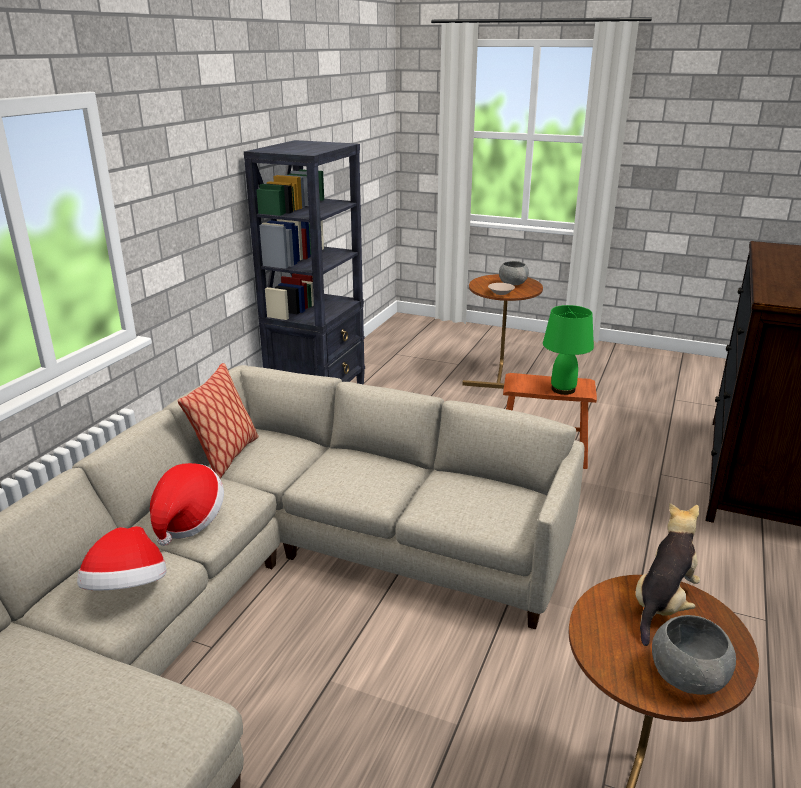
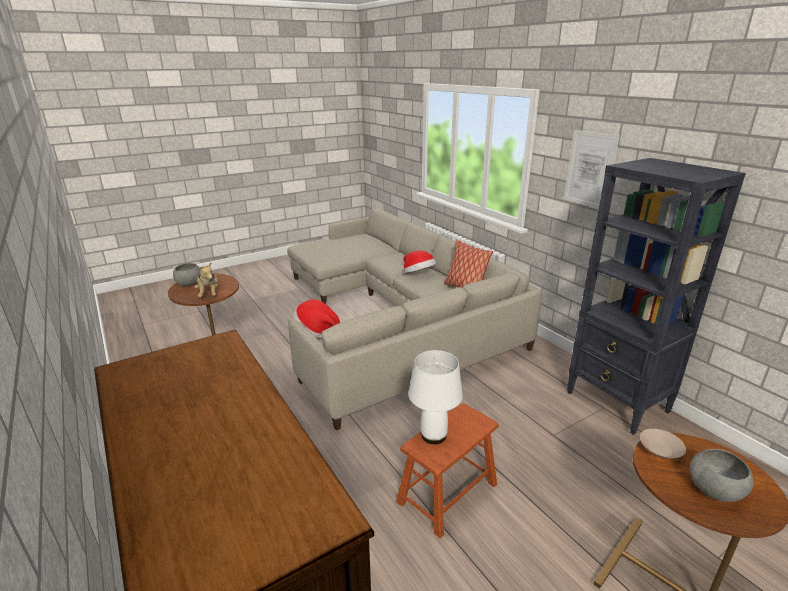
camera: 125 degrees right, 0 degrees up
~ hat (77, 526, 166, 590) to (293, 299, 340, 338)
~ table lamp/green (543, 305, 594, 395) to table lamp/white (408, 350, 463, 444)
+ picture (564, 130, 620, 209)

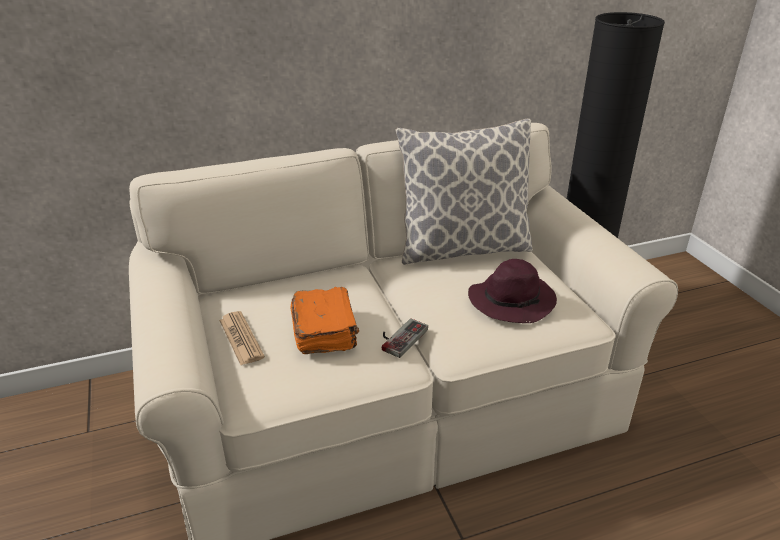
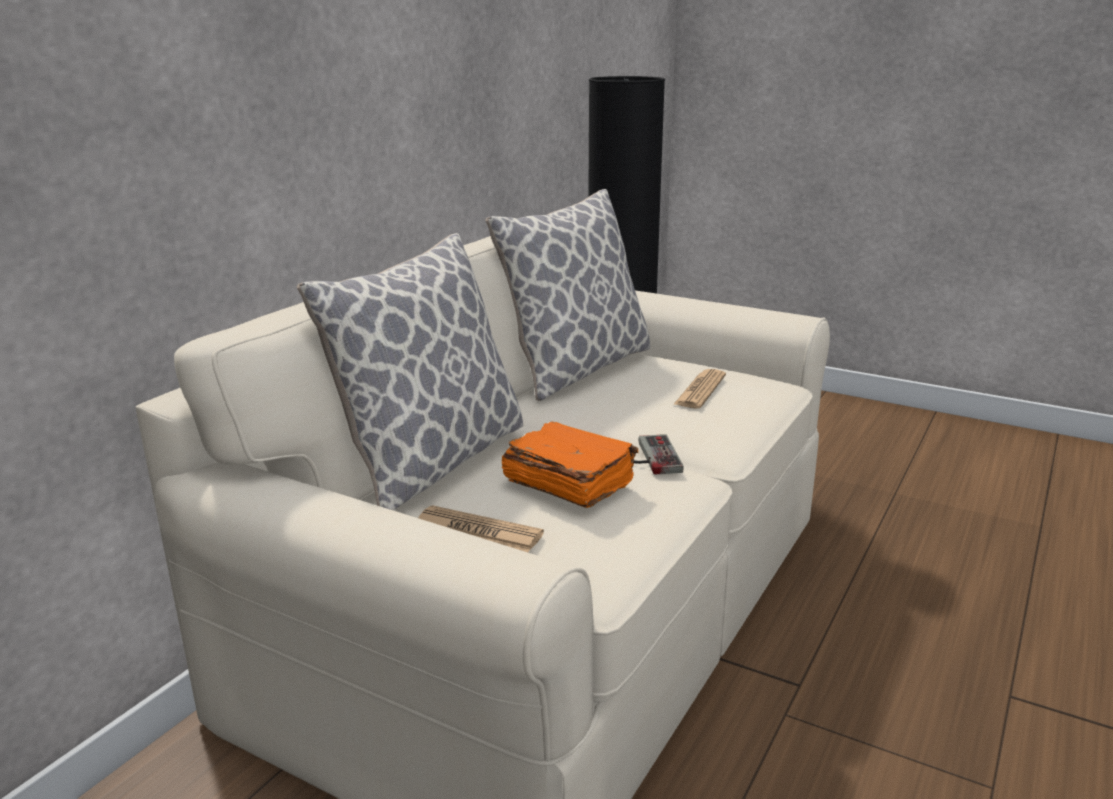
camera: 40 degrees left, 10 degrees down
+ pillow (297, 233, 523, 510)
~ hat/purple (468, 259, 557, 323) to newspaper (673, 369, 726, 408)

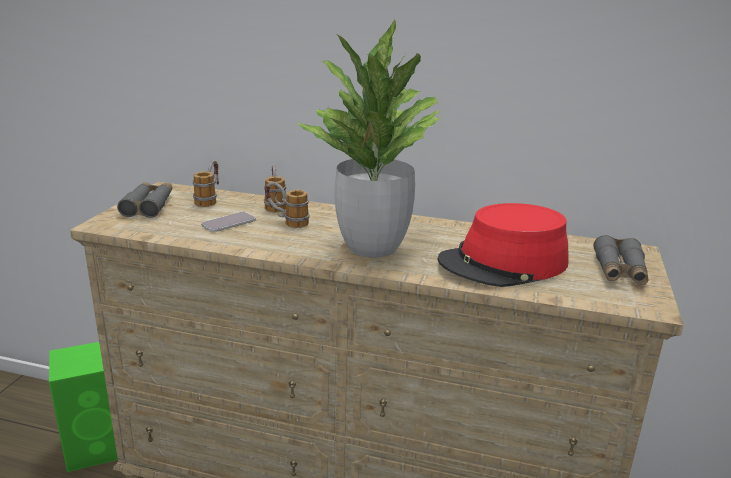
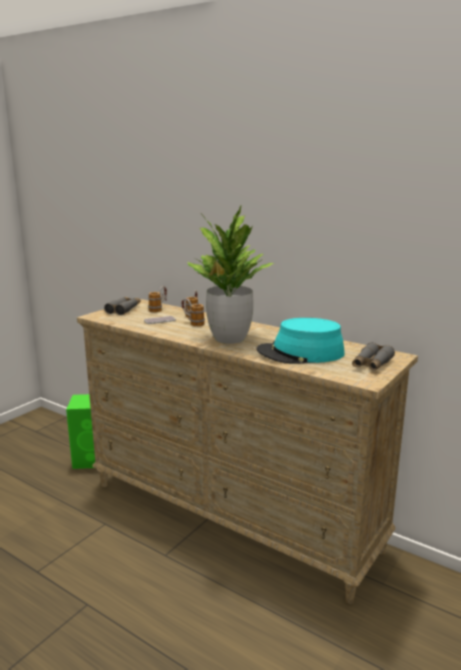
camera: 20 degrees right, 5 degrees down
~ hat/red (438, 203, 568, 287) to hat/turquoise (257, 318, 345, 364)

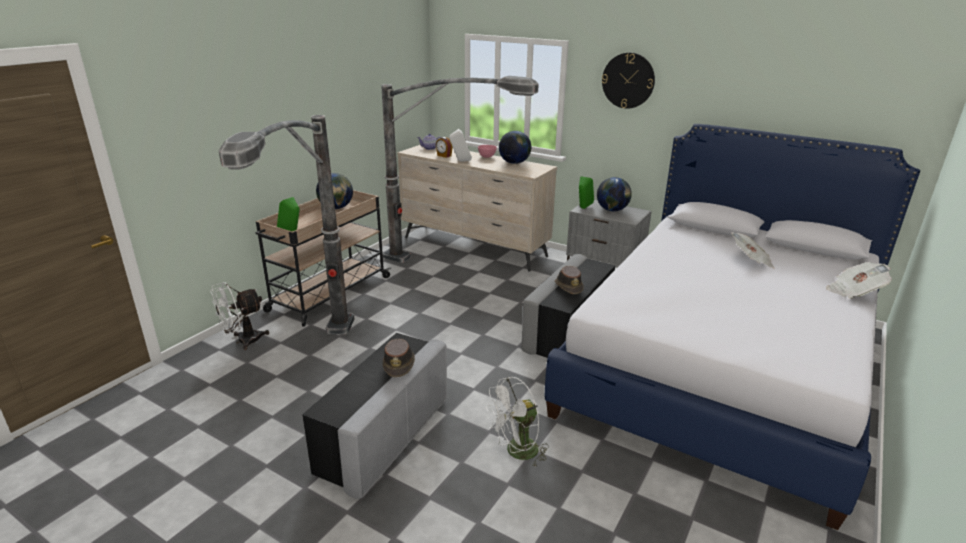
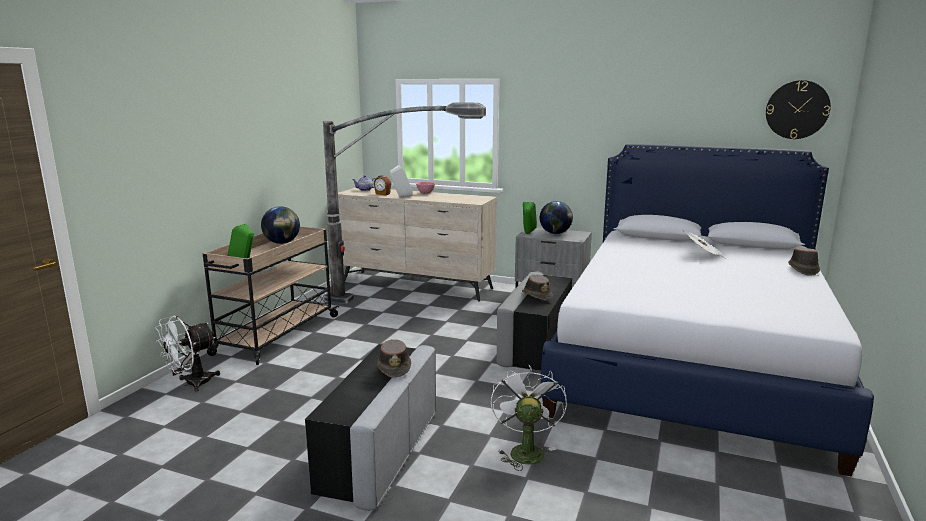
camera: 10 degrees left, 10 degrees down
~ fan/white (486, 377, 549, 468) = (491, 365, 567, 471) 135 degrees clockwise
~ wall clock (602, 52, 655, 109) to (766, 80, 831, 139)
~ newspaper (826, 262, 892, 299) to hat/brown (788, 248, 820, 276)
- floor lamp (219, 115, 354, 335)
- globe (499, 131, 531, 164)

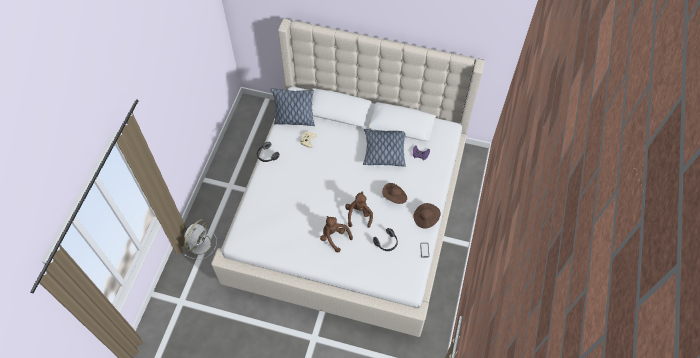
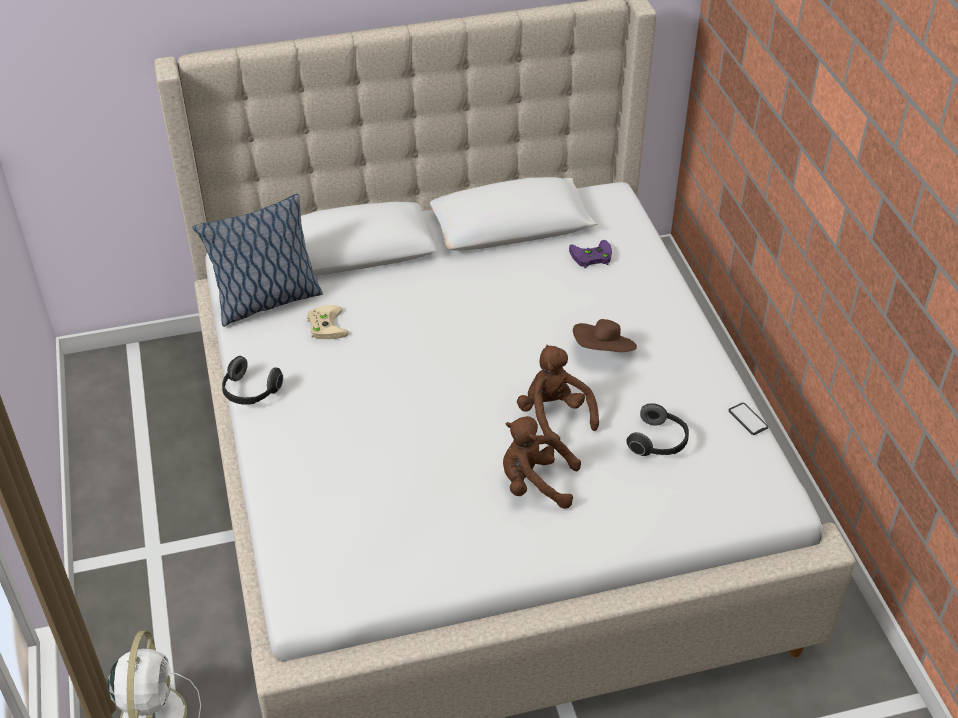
camera: 30 degrees left, 15 degrees down
- pillow (363, 129, 406, 167)
- hat/brown (413, 203, 441, 229)

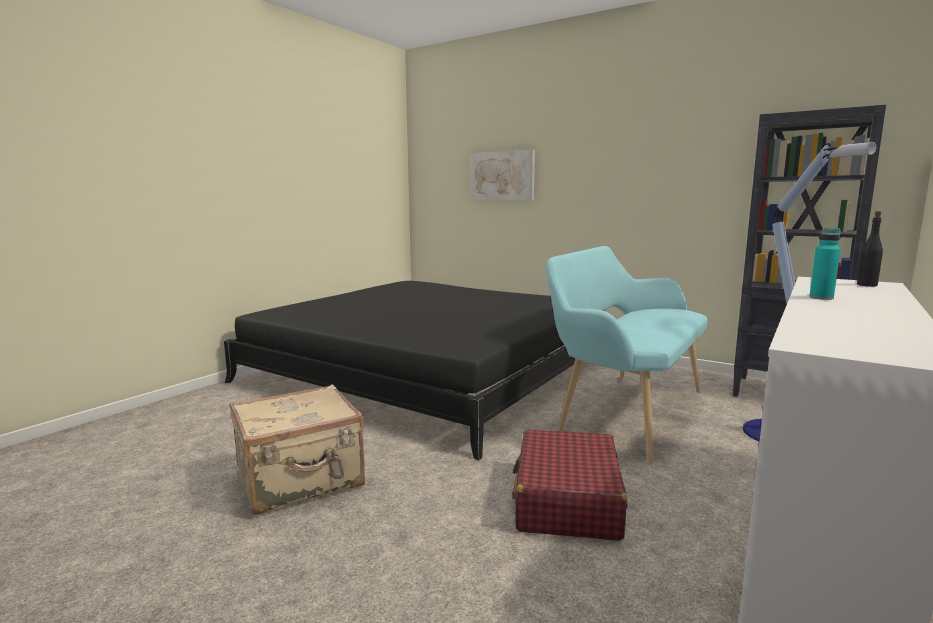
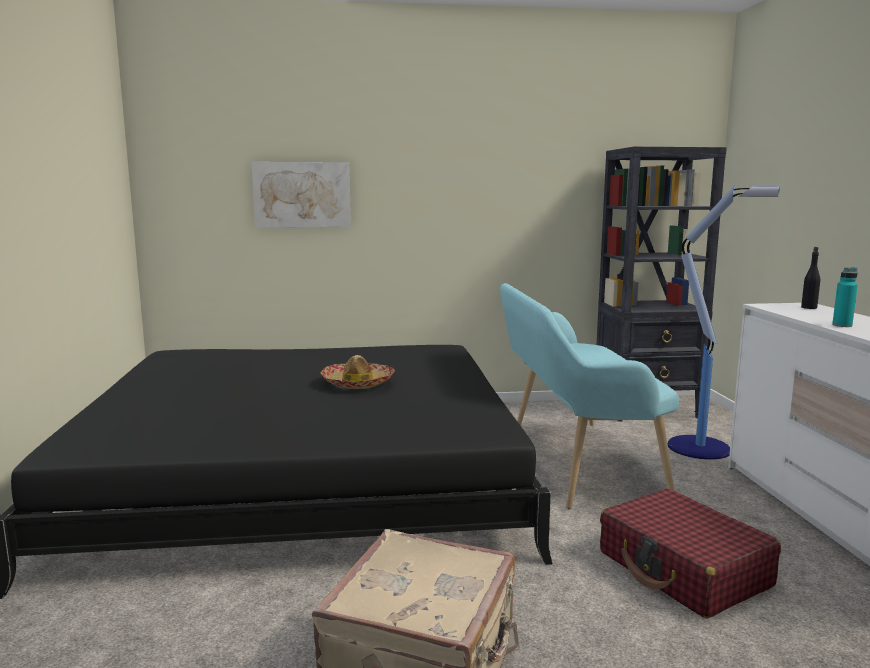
camera: 40 degrees left, 0 degrees up
+ hat (321, 355, 395, 389)

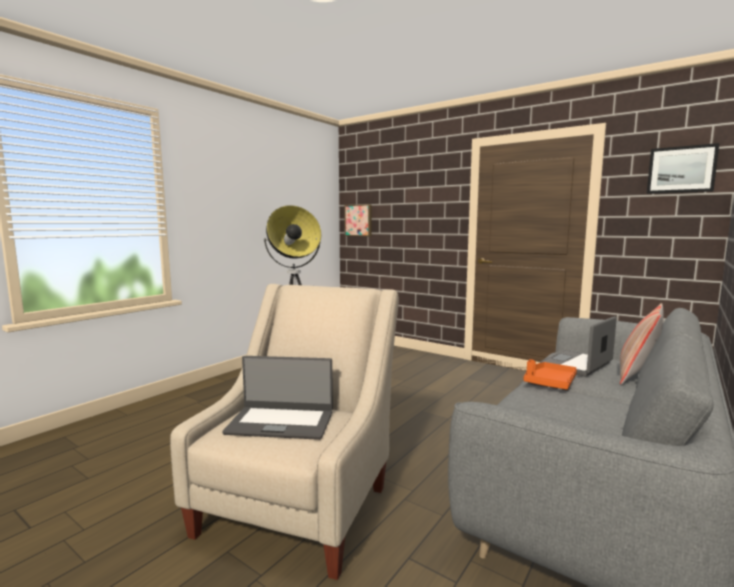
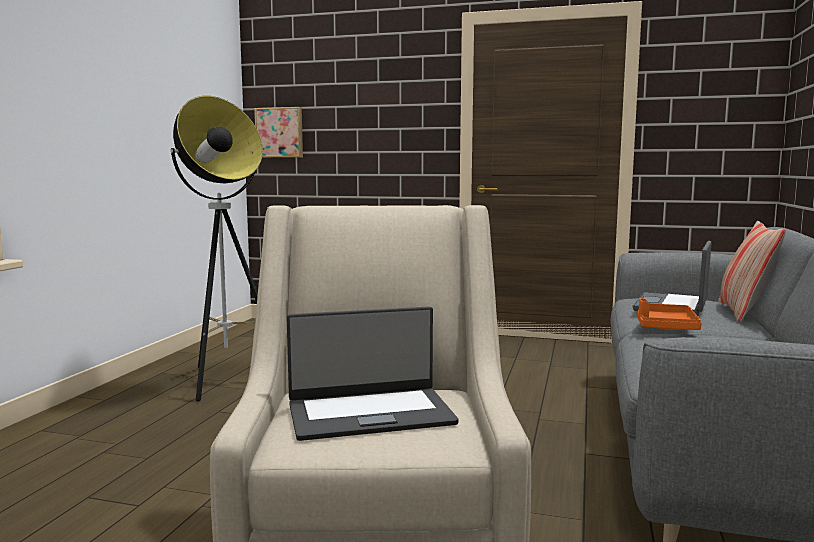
camera: 20 degrees left, 0 degrees up
- picture (647, 143, 719, 194)

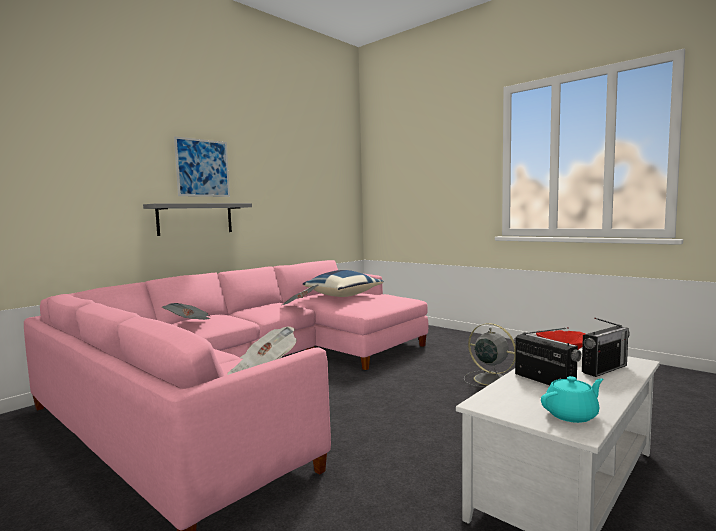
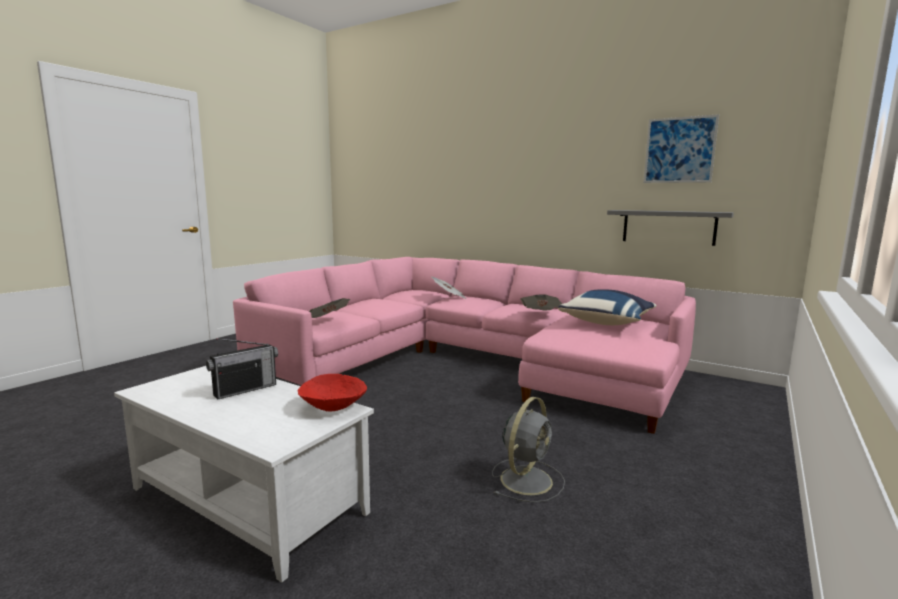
camera: 80 degrees right, 5 degrees up
~ shelf/grey (143, 203, 252, 236) to (607, 210, 734, 246)
~ picture (174, 136, 230, 197) to (643, 114, 719, 183)
- teapot/turquoise (541, 376, 604, 423)
- radio (582, 318, 630, 377)

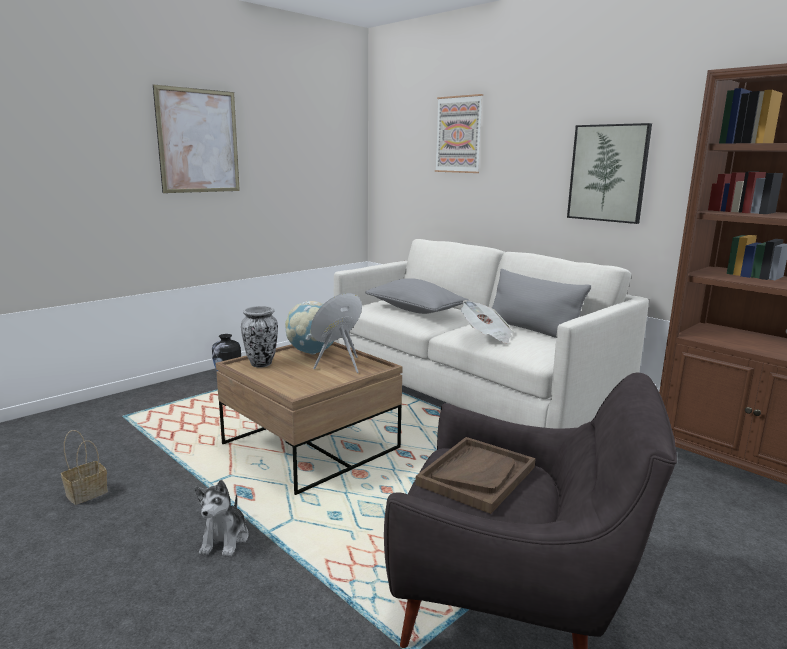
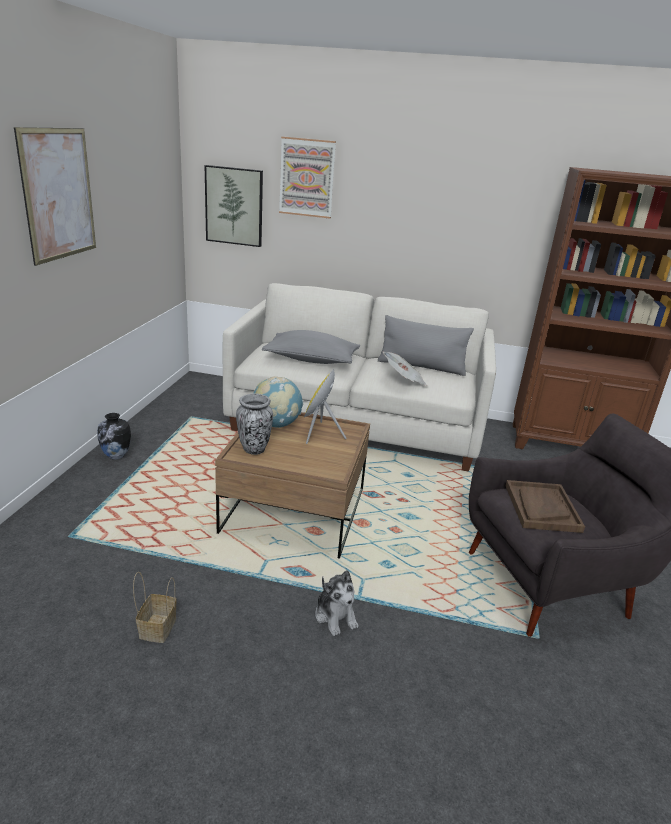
camera: 35 degrees left, 10 degrees up
~ picture (567, 123, 652, 224) to (205, 165, 263, 247)

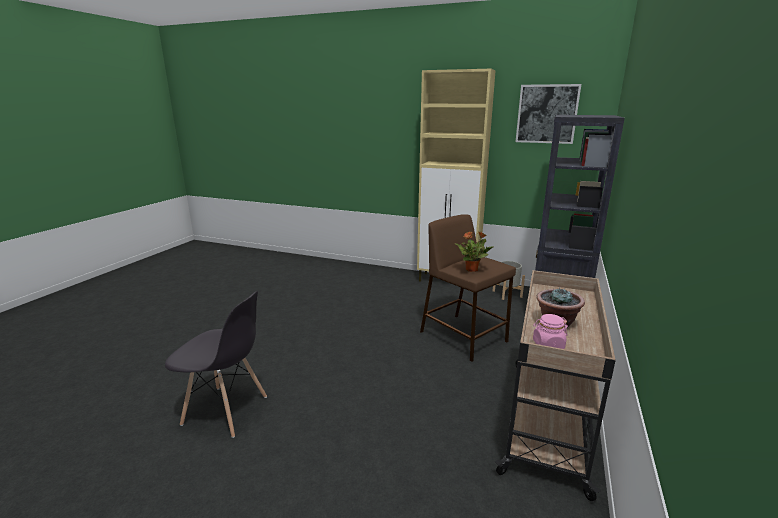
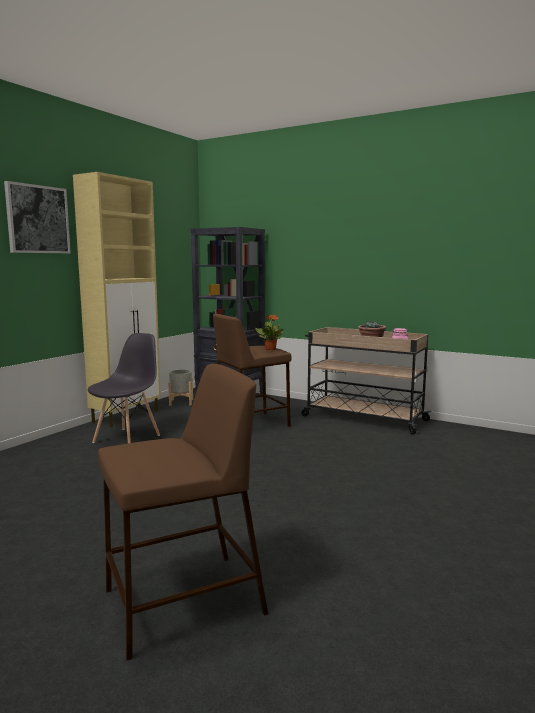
camera: 80 degrees left, 10 degrees down
~ picture (515, 84, 581, 144) to (4, 181, 71, 253)
~ chair/grey (165, 291, 267, 438) to (88, 333, 160, 443)
+ stool/brown (98, 364, 268, 660)

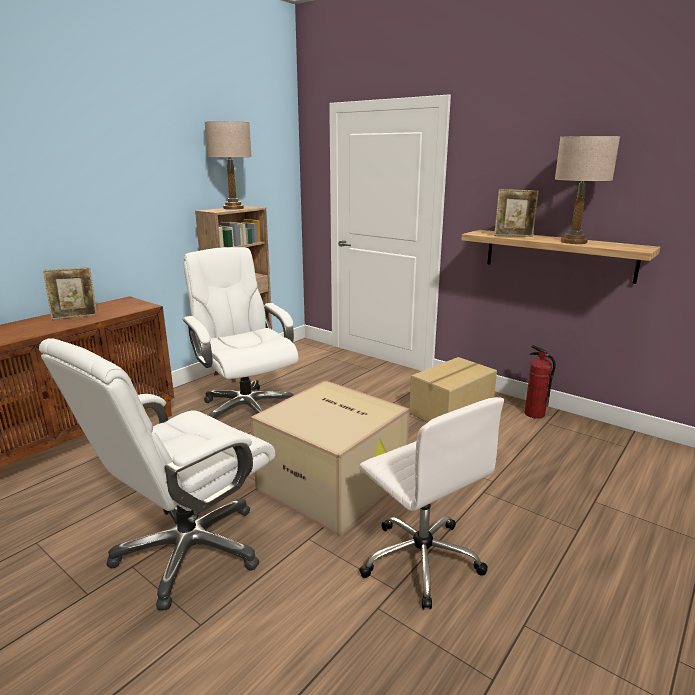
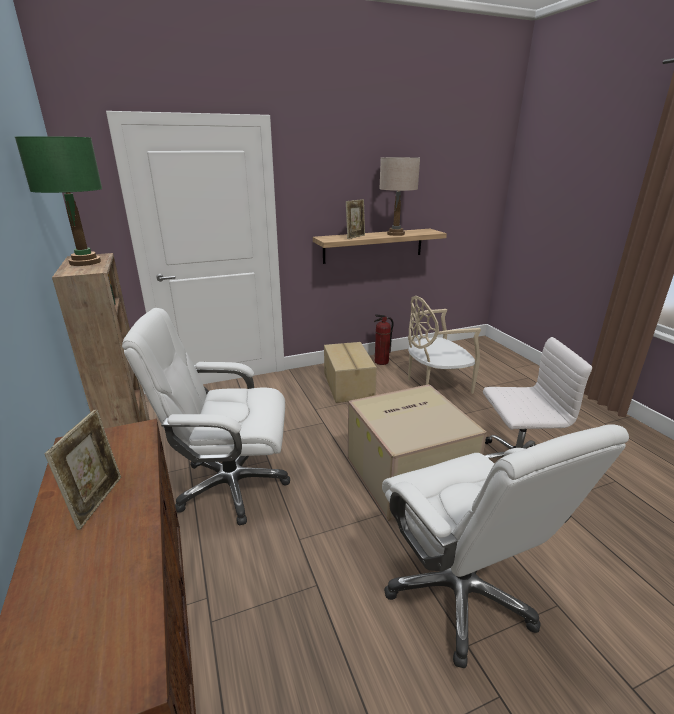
camera: 60 degrees left, 5 degrees up
~ table lamp/beige (205, 121, 252, 210) to table lamp/green (15, 136, 102, 266)
+ chair/beige (408, 296, 481, 394)

